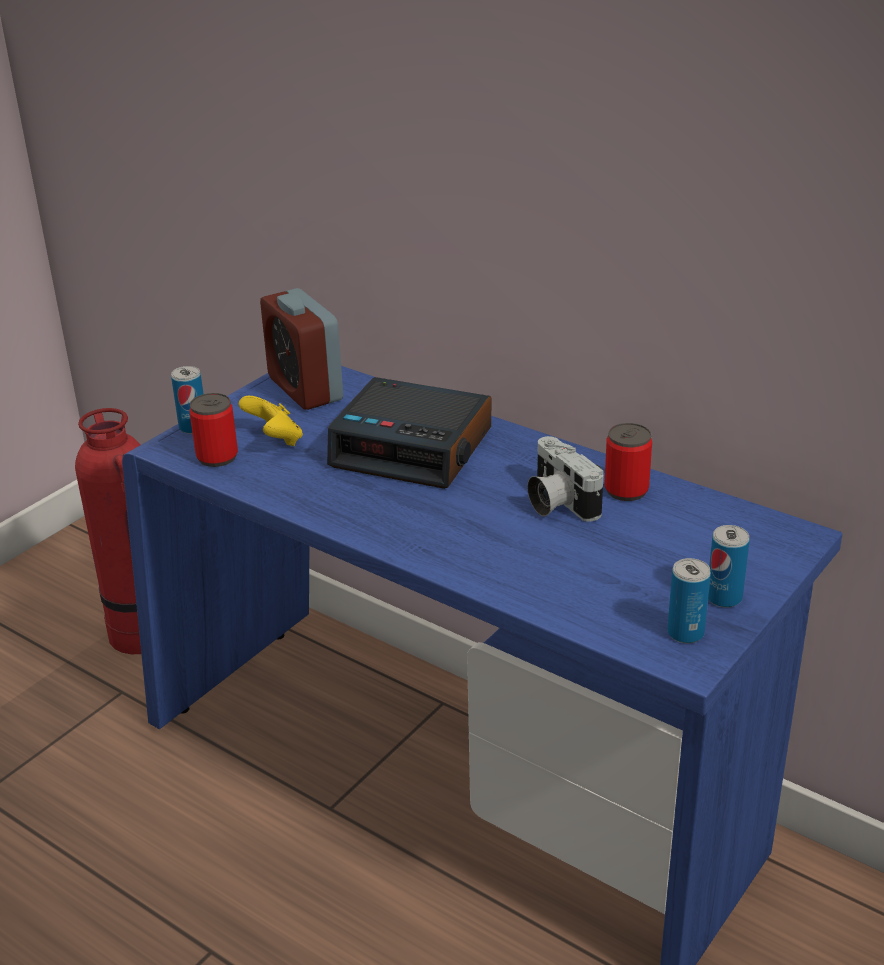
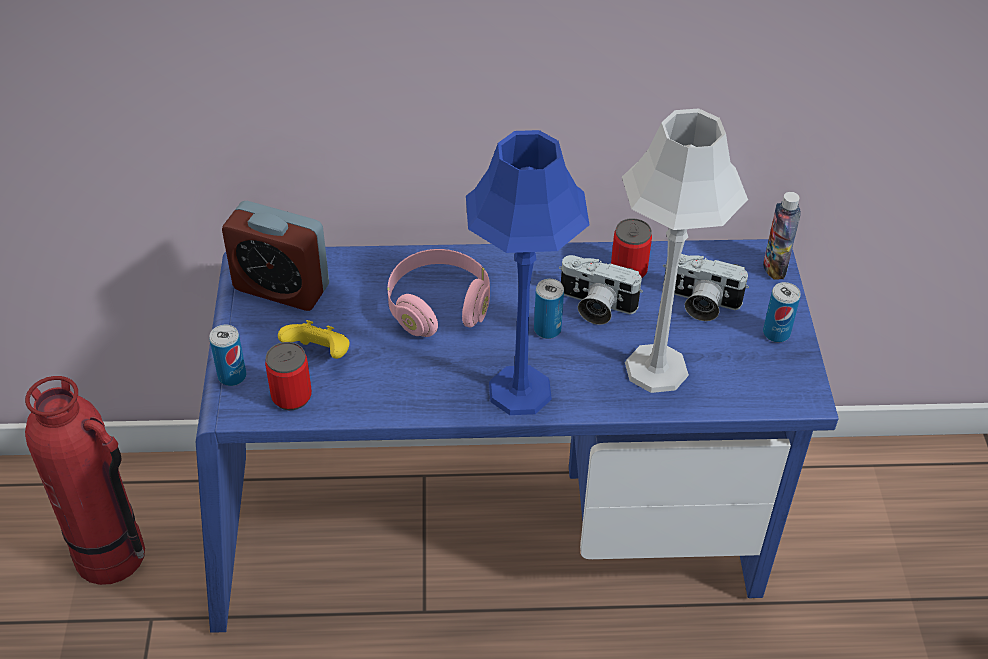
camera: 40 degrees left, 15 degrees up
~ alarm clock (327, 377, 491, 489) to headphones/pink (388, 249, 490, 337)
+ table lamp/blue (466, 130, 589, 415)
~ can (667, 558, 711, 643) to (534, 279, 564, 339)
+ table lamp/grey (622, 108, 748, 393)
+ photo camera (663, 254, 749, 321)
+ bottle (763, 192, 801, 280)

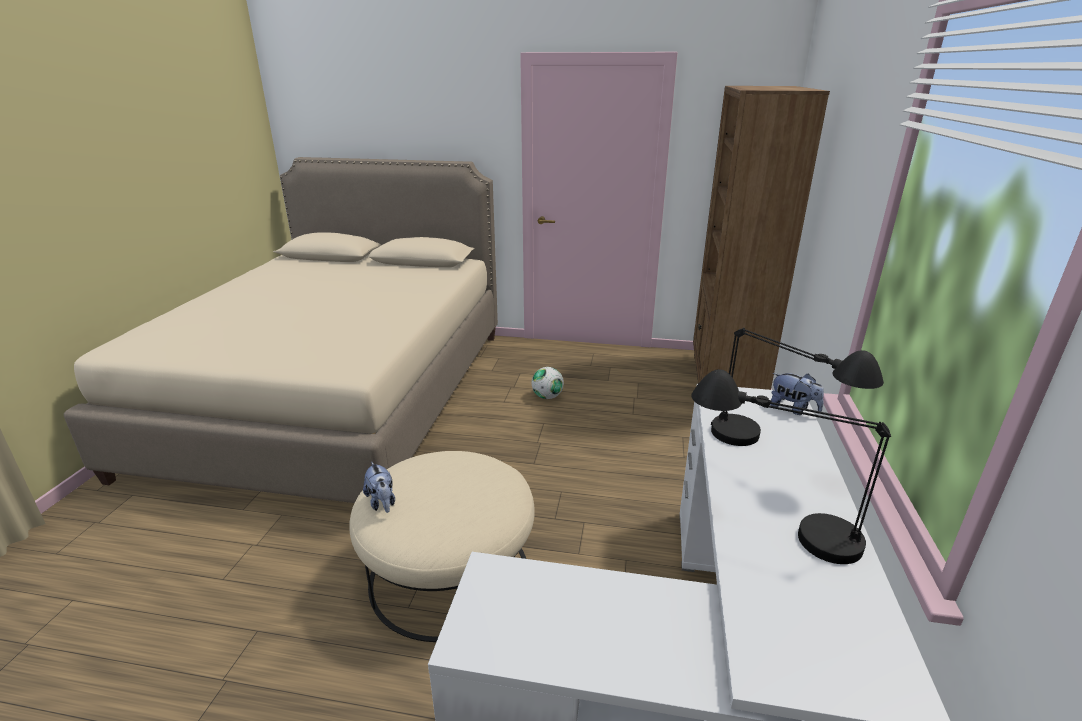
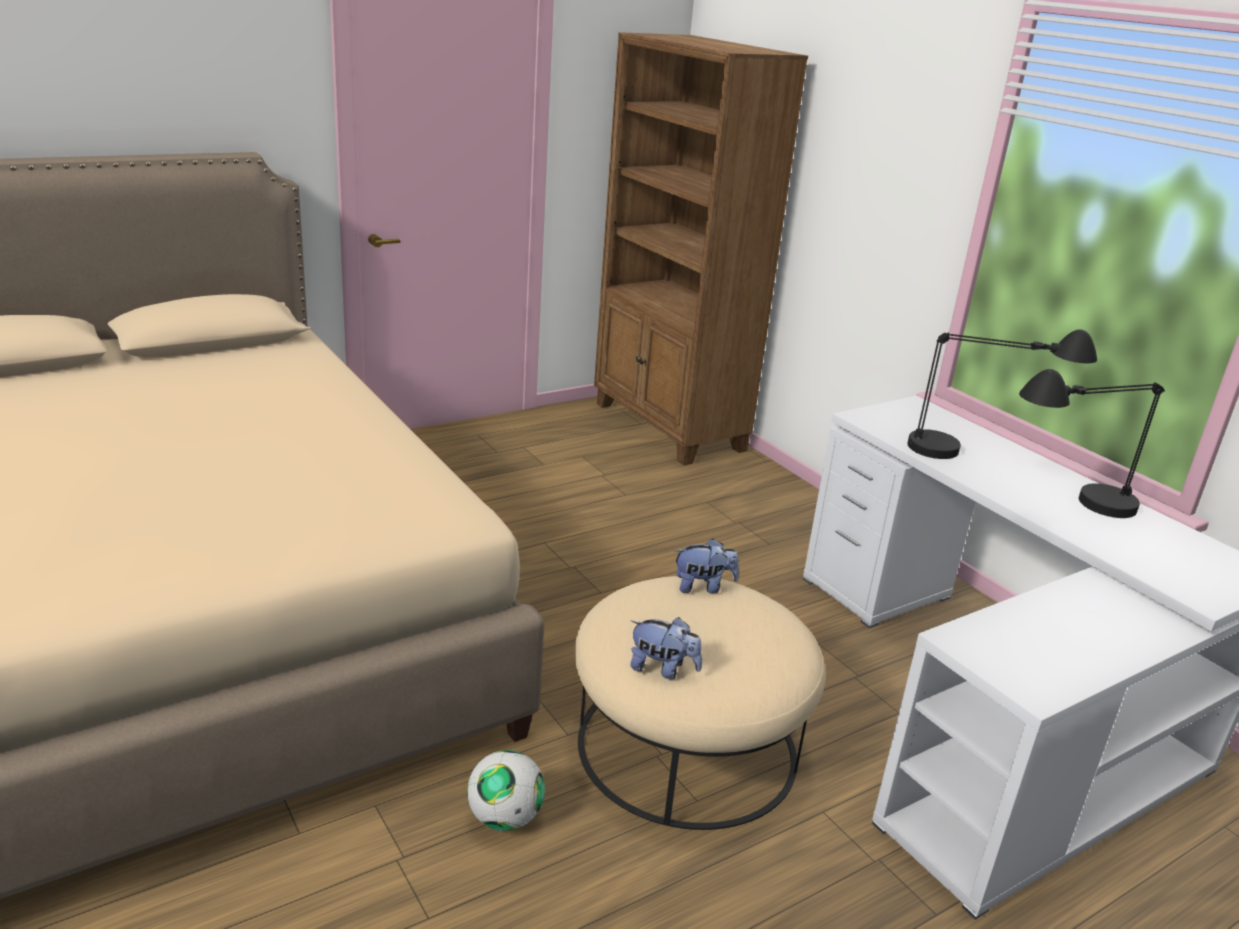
camera: 45 degrees left, 0 degrees up
~ football (532, 367, 564, 399) to (467, 750, 545, 831)
~ plush toy (770, 373, 824, 415) to (674, 538, 739, 593)

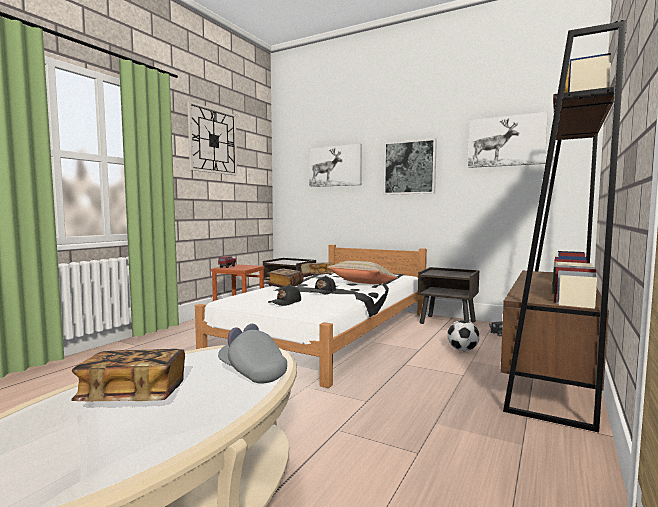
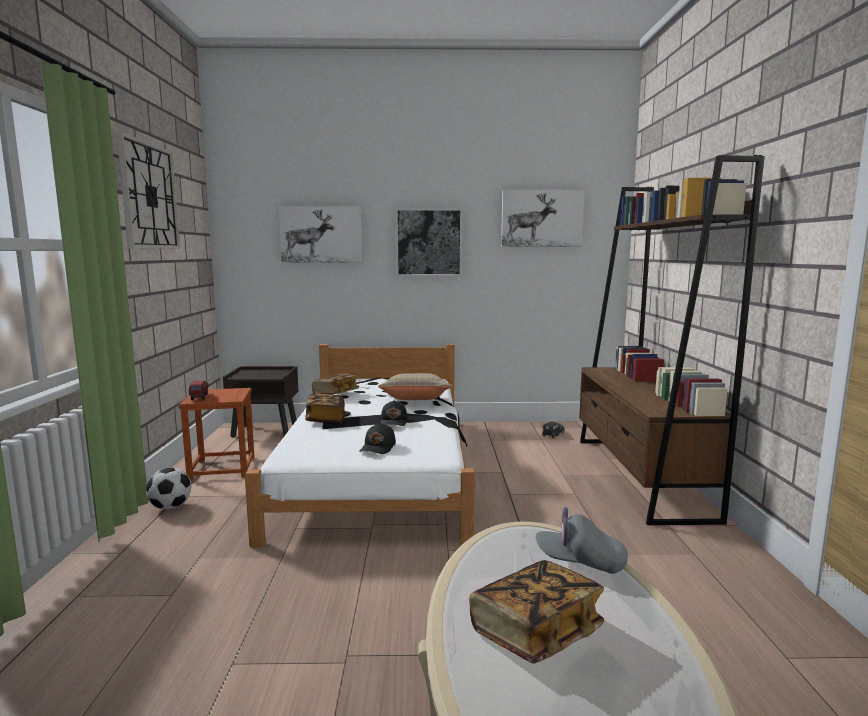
camera: 30 degrees left, 5 degrees up
~ football (447, 320, 479, 351) to (146, 468, 191, 510)
- nightstand/brown (418, 267, 479, 324)

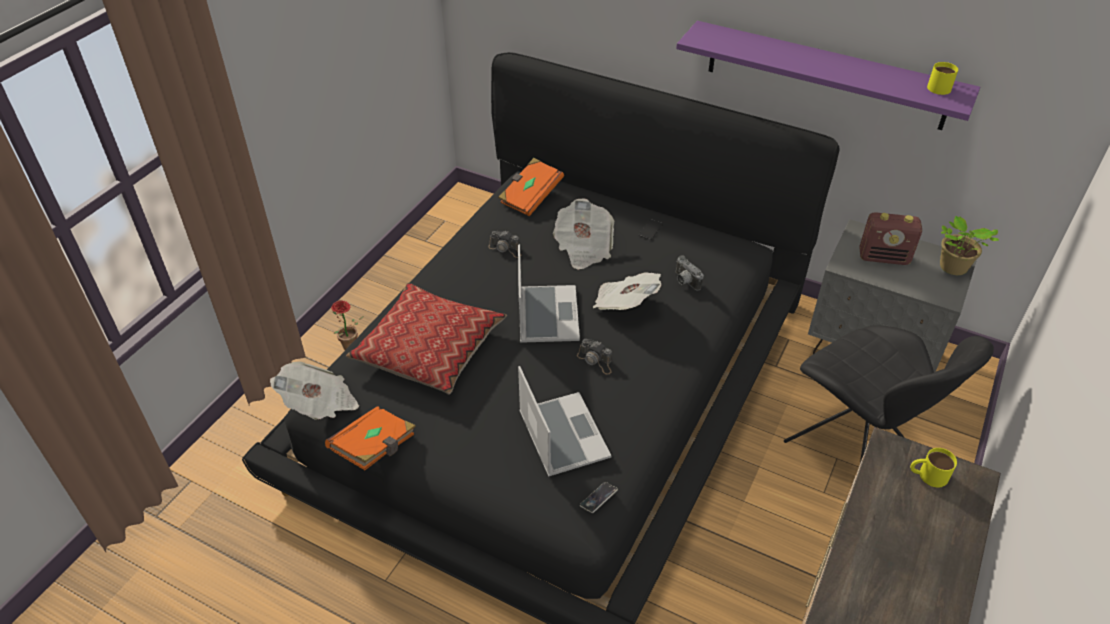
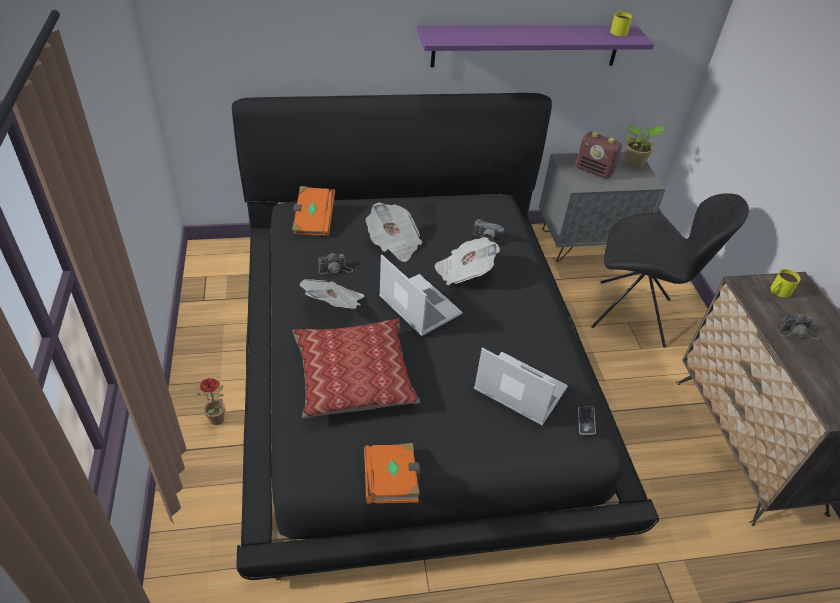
camera: 40 degrees left, 0 degrees up
~ newspaper (270, 361, 359, 420) to (300, 279, 365, 309)
~ radio (859, 212, 922, 265) = (576, 132, 622, 179) 60 degrees clockwise
~ photo camera (577, 339, 612, 374) to (777, 314, 819, 339)

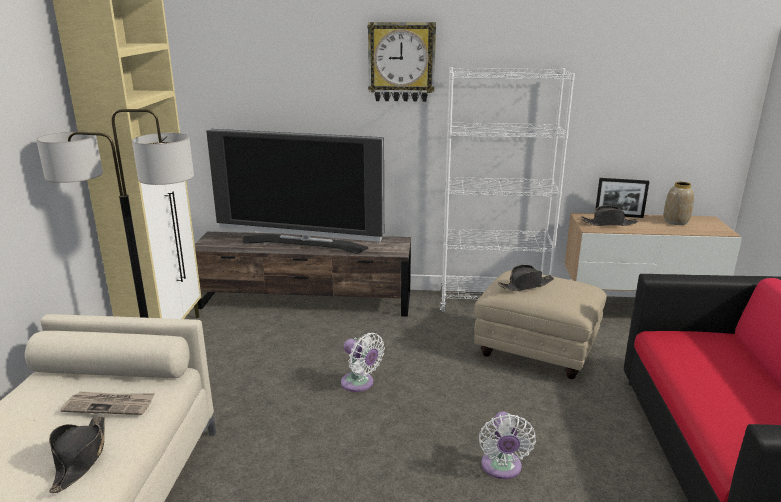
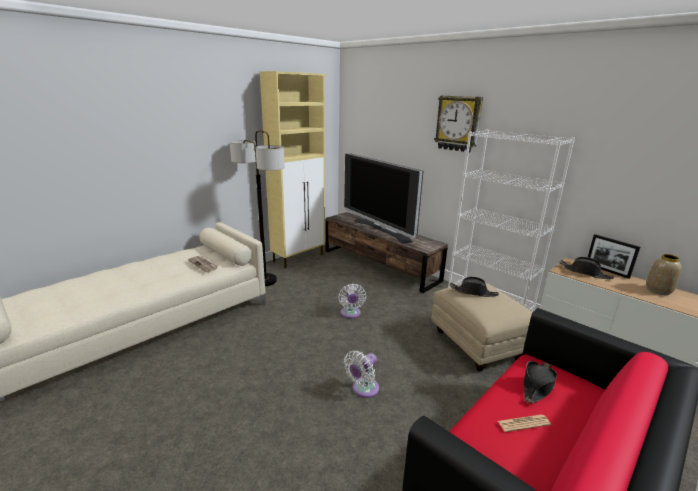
camera: 40 degrees right, 0 degrees up
+ newspaper (498, 414, 551, 432)
~ hat/black (49, 416, 105, 493) to (524, 361, 557, 403)

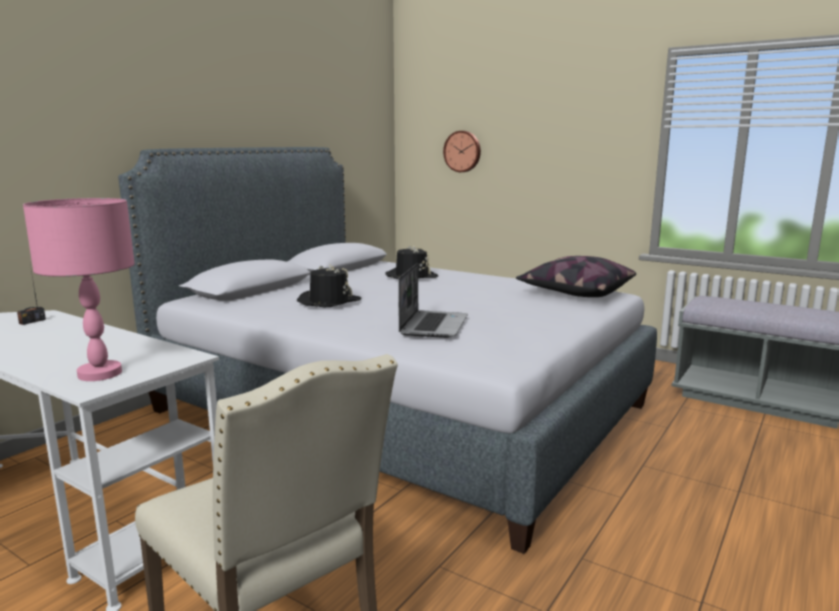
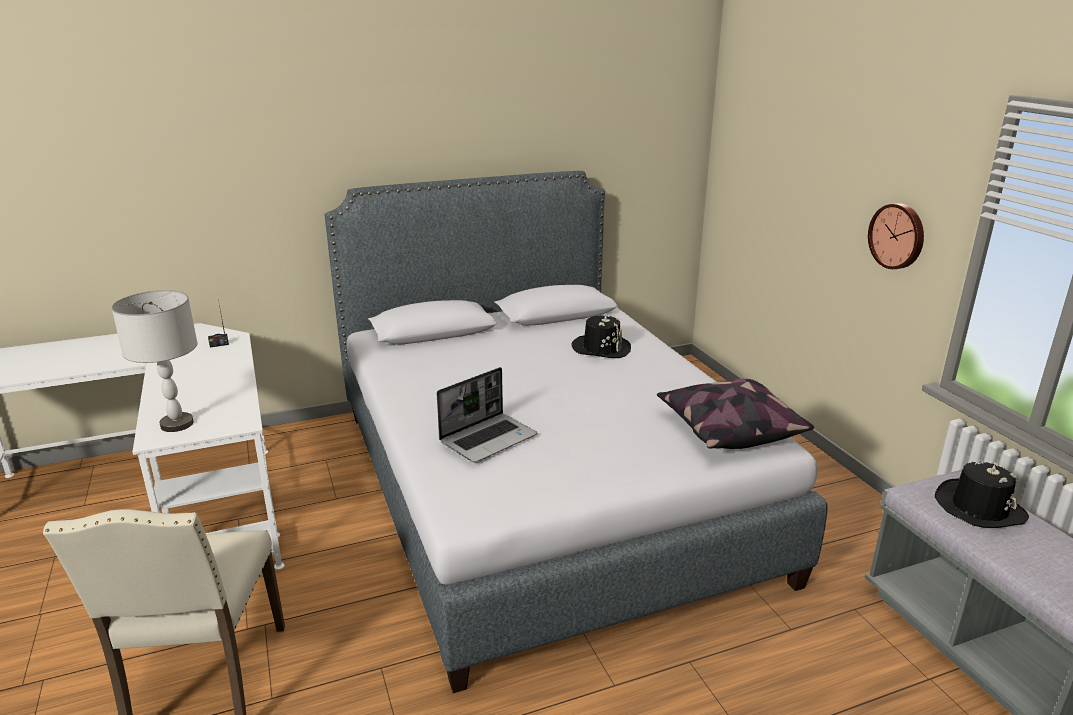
camera: 35 degrees right, 10 degrees up
~ table lamp/pink (23, 198, 135, 381) to table lamp/grey (111, 290, 198, 432)
~ wall clock (443, 131, 481, 172) to (868, 203, 924, 269)
~ hat/black (297, 265, 361, 307) to (935, 460, 1029, 528)

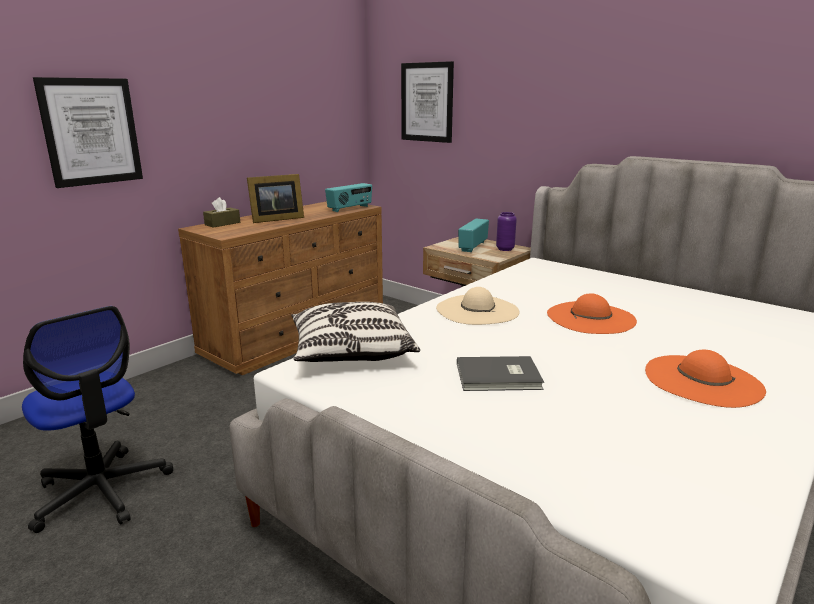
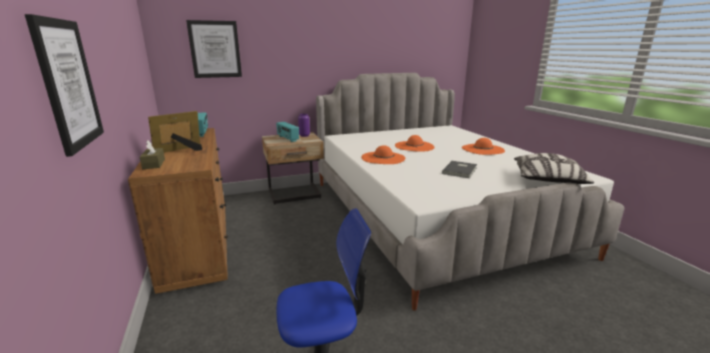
camera: 60 degrees left, 0 degrees up
~ picture frame (247, 174, 304, 223) = (148, 111, 202, 153) 135 degrees counterclockwise
~ hat/beige (436, 287, 520, 325) to hat/orange (361, 145, 406, 164)
~ pillow (291, 302, 420, 362) to (514, 153, 594, 184)

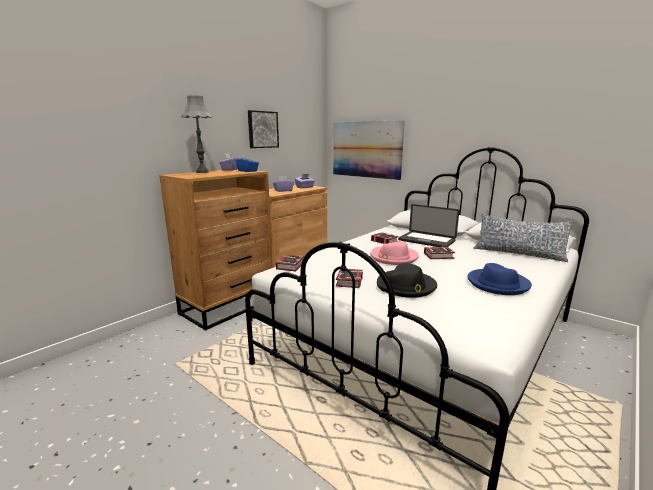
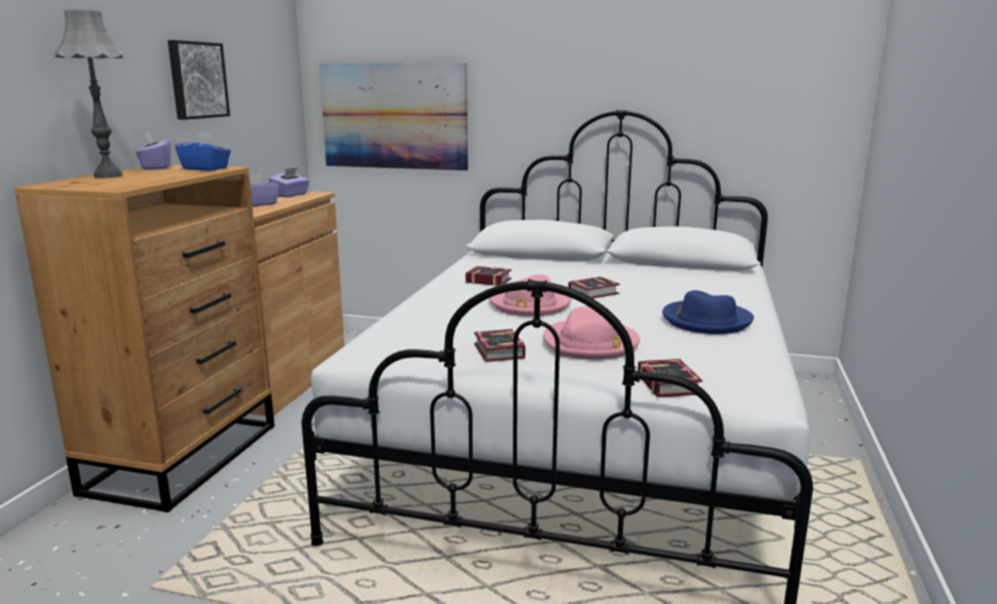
camera: 25 degrees left, 0 degrees up
~ hat/black (377, 263, 437, 298) to hat/pink (543, 307, 640, 360)
~ book (276, 254, 305, 271) to (638, 359, 703, 398)
- laptop (398, 204, 459, 247)
- pillow (473, 213, 574, 262)

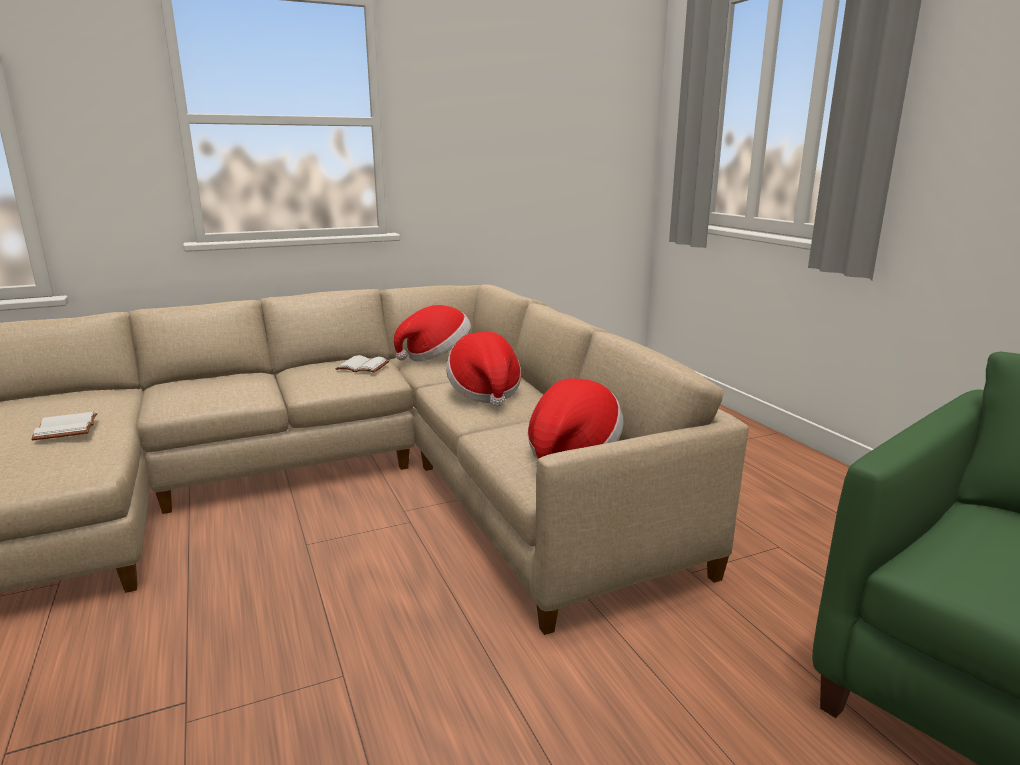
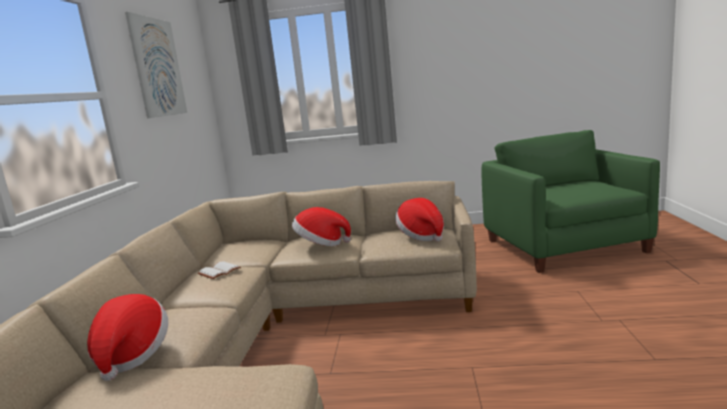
camera: 60 degrees left, 5 degrees down
~ hat (394, 305, 471, 361) to (87, 294, 168, 381)
+ picture (125, 12, 187, 118)
- book/white (31, 412, 97, 440)

